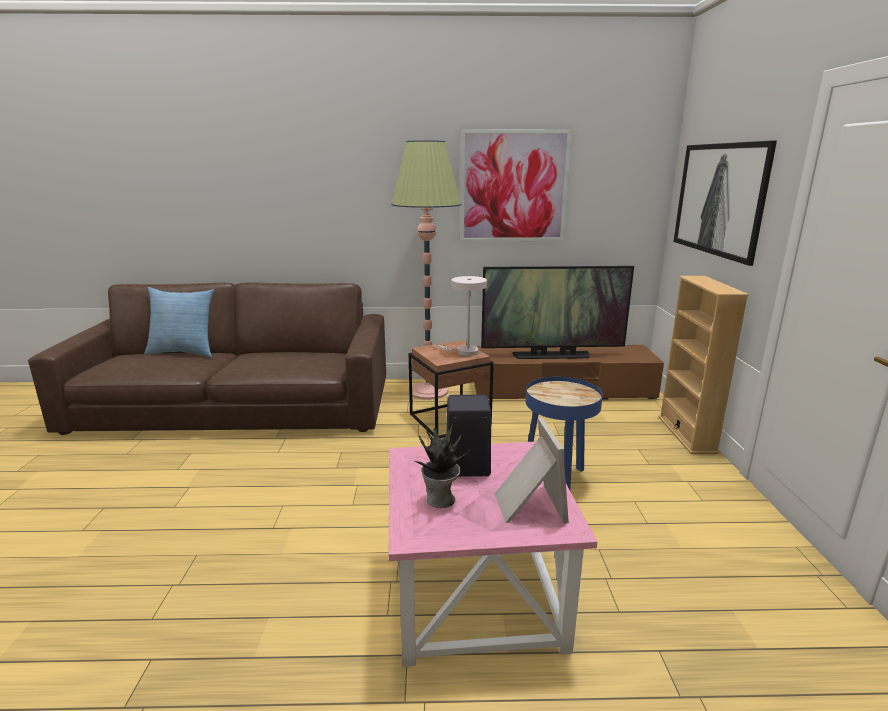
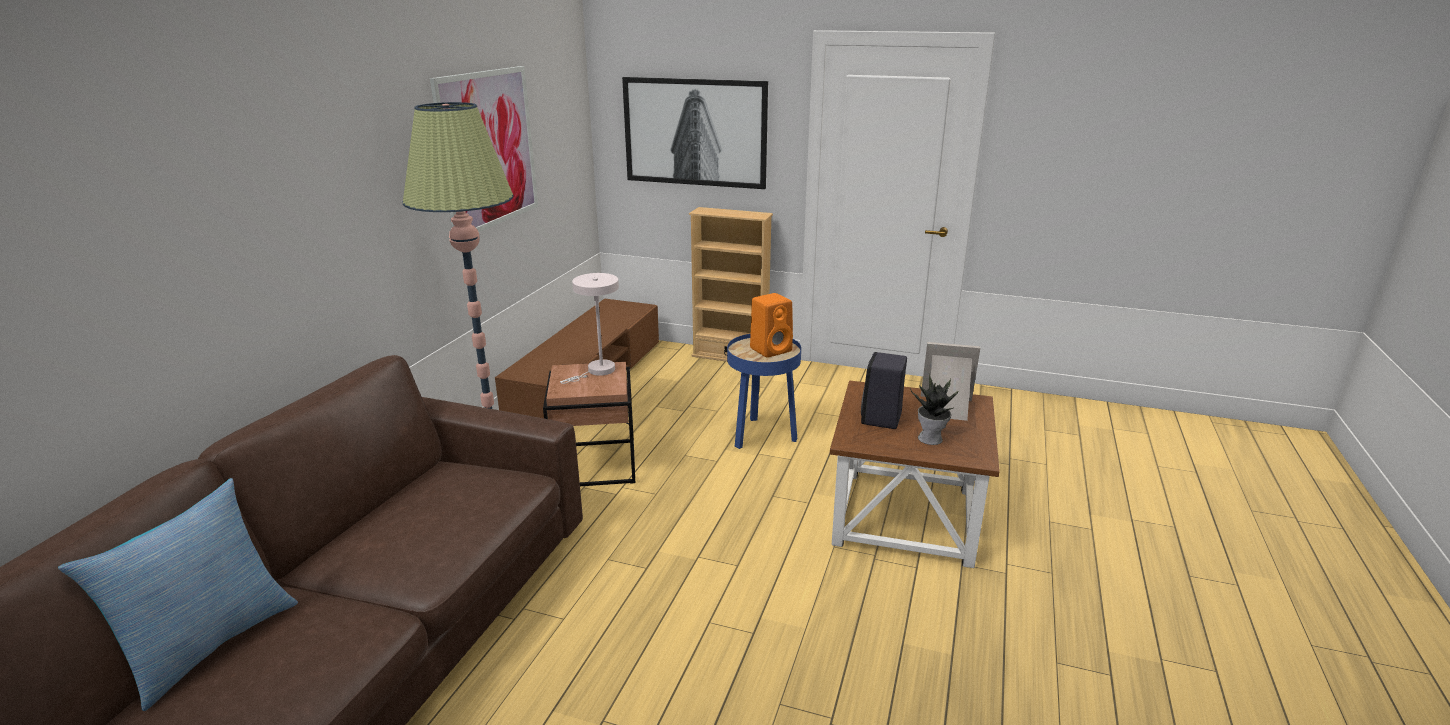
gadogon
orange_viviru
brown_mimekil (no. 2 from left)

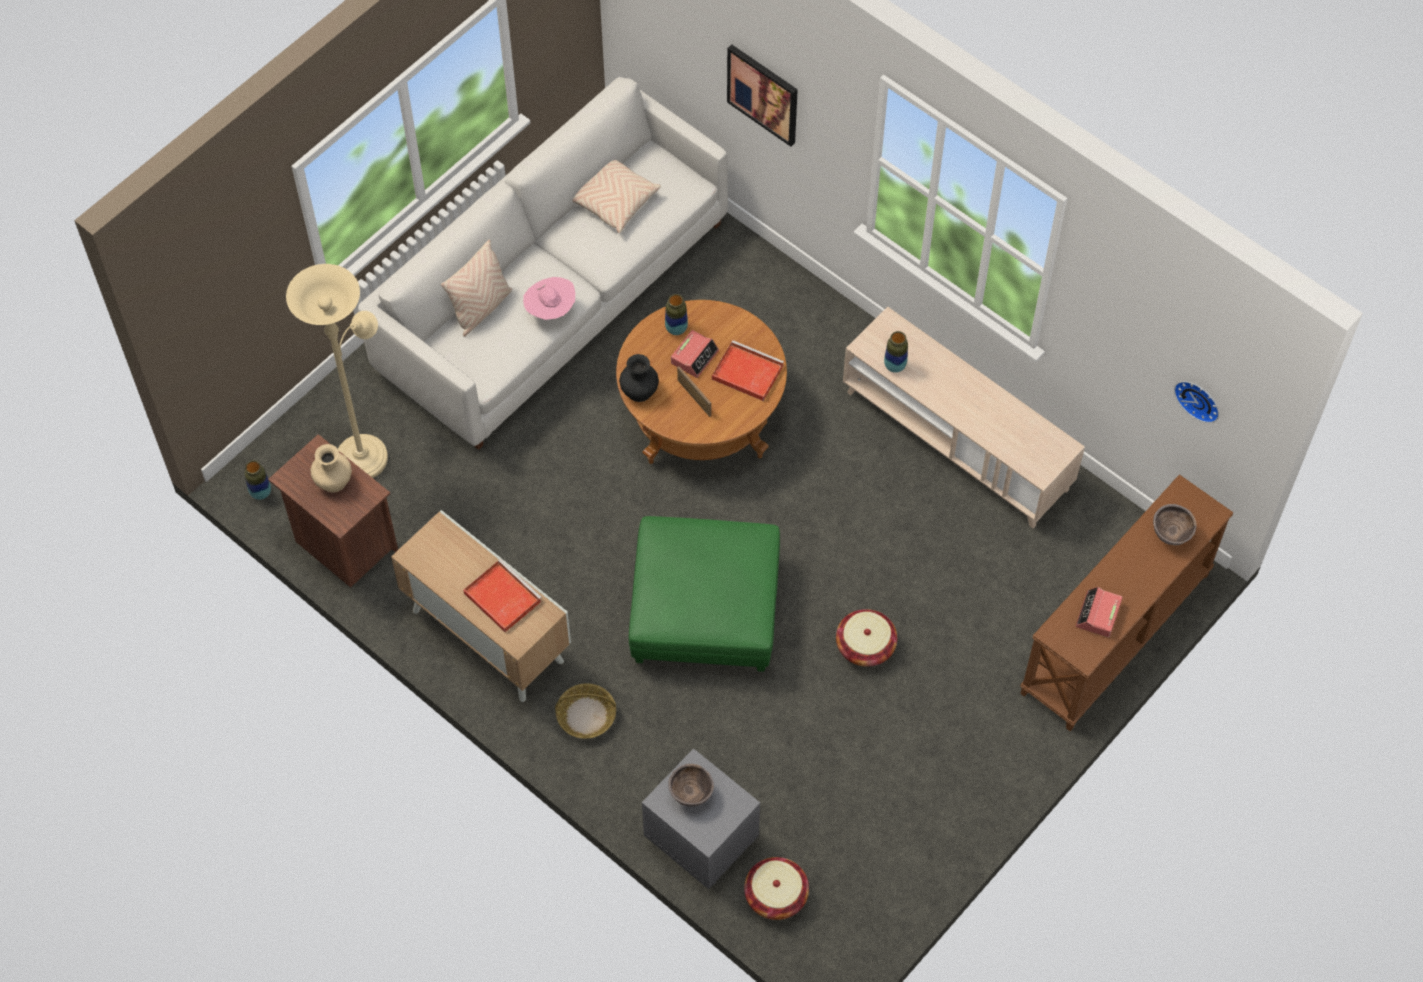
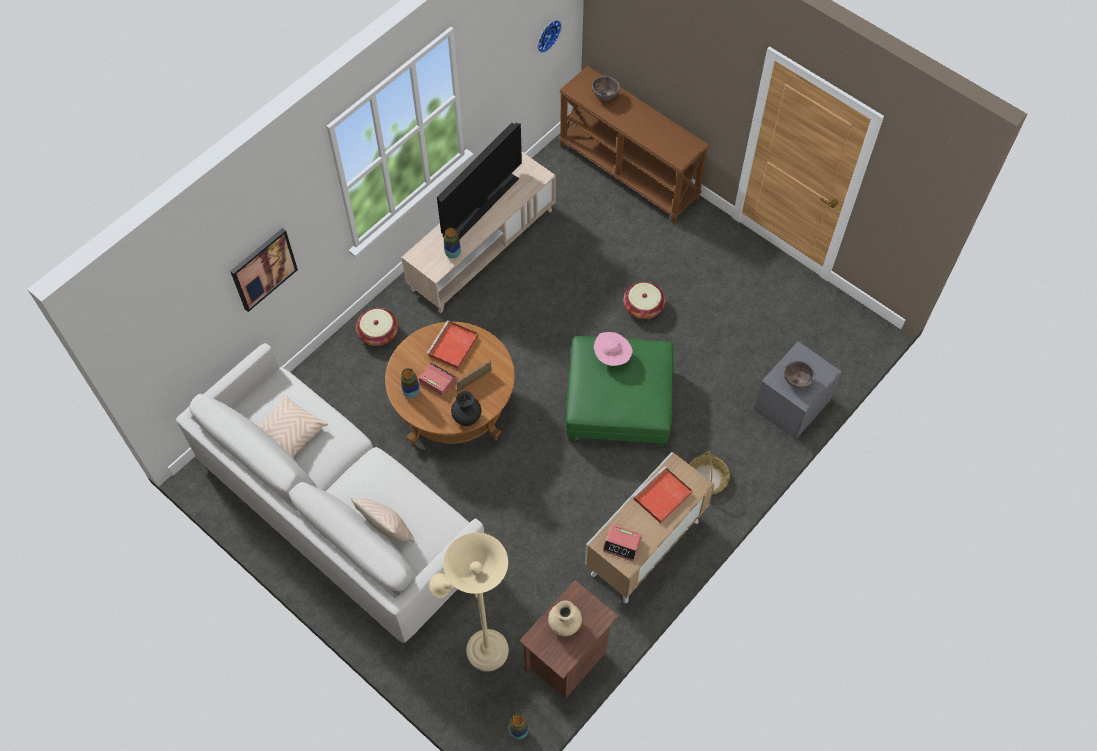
gadogon
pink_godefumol
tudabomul (no. 1 from left)
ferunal (no. 2 from left)

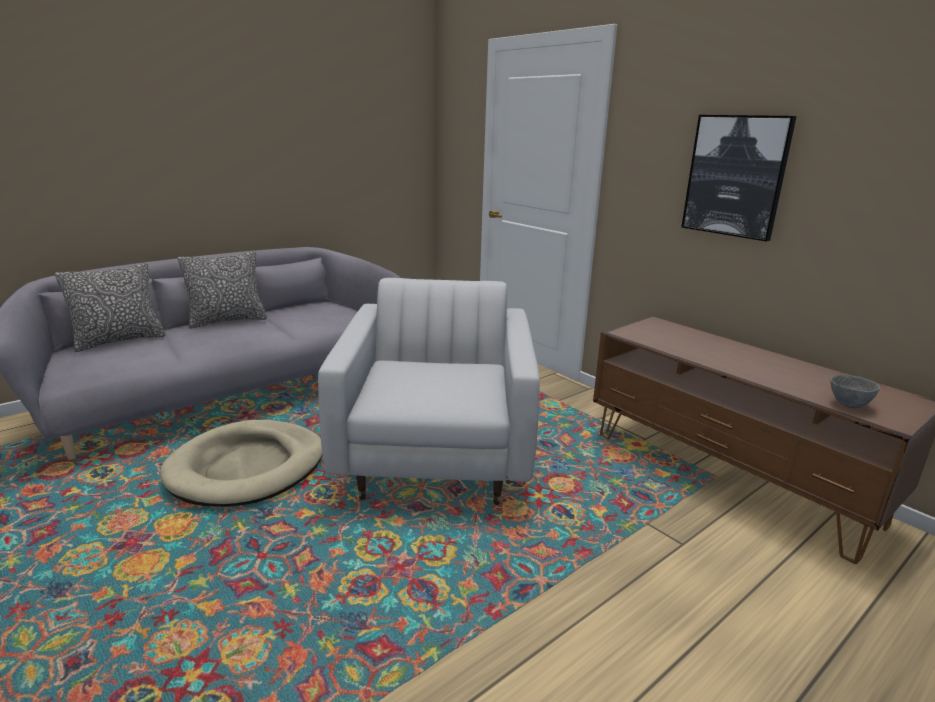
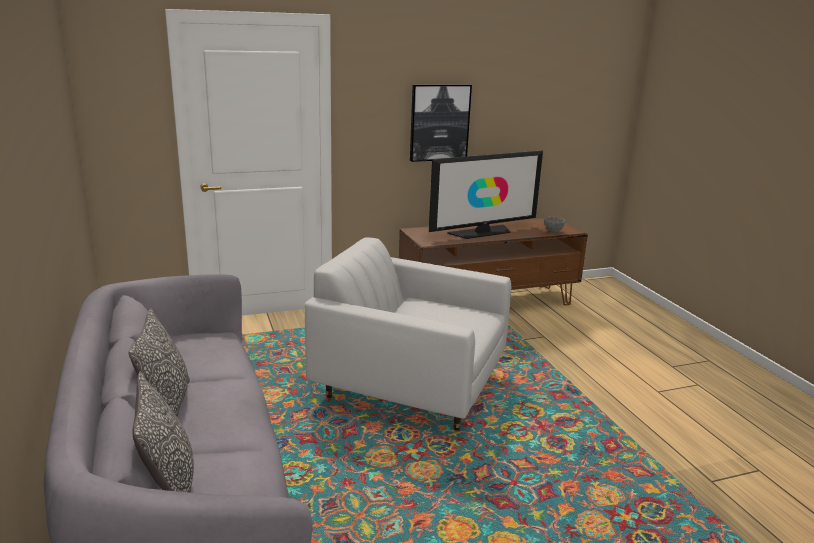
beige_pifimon
gadogon

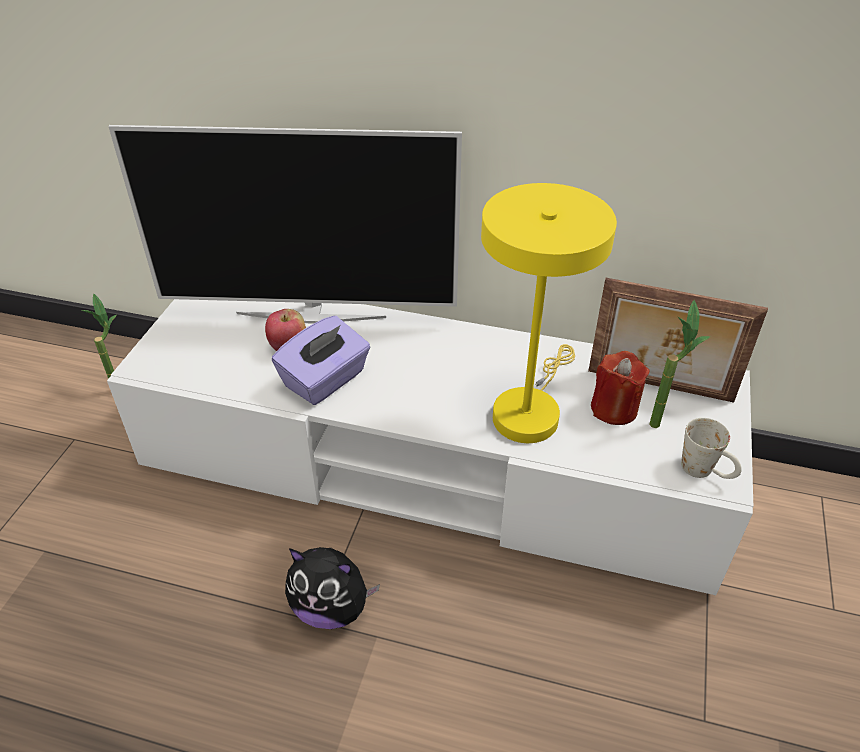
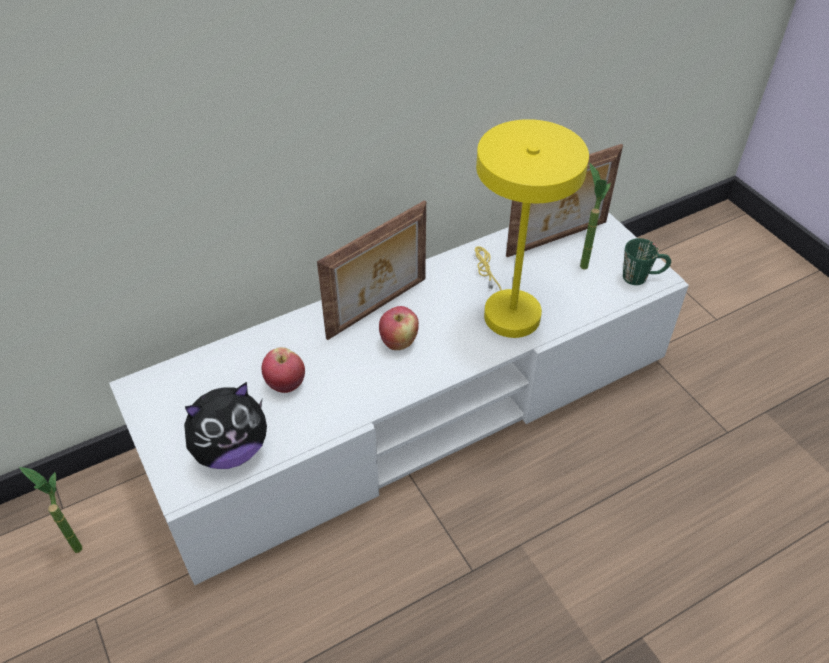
gadogon
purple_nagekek
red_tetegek
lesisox (no. 1 from left)
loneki (no. 2 from left)
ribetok
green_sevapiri

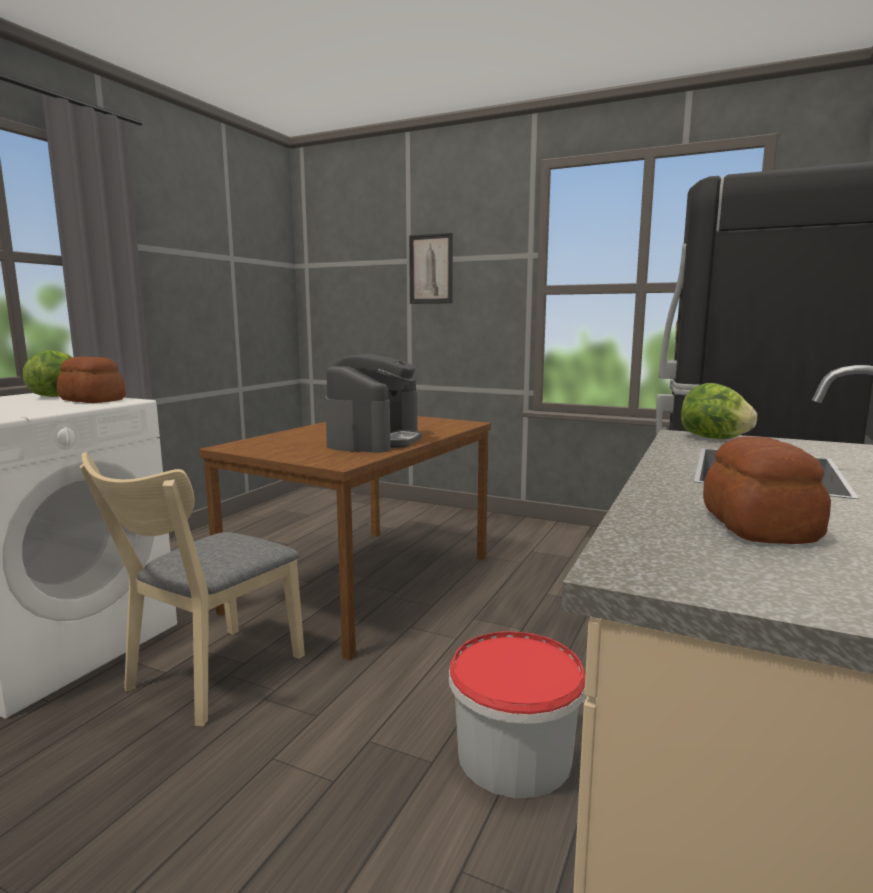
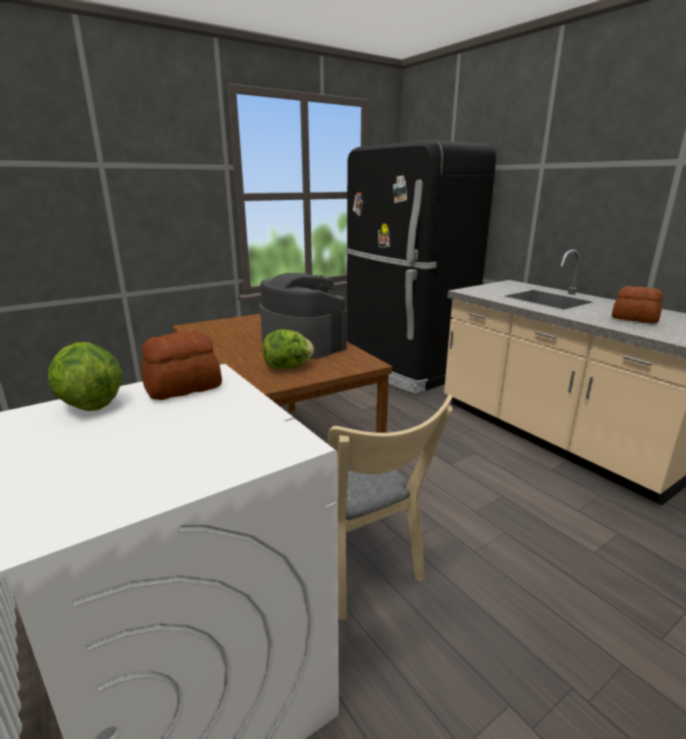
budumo
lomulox
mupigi (no. 2 from left)

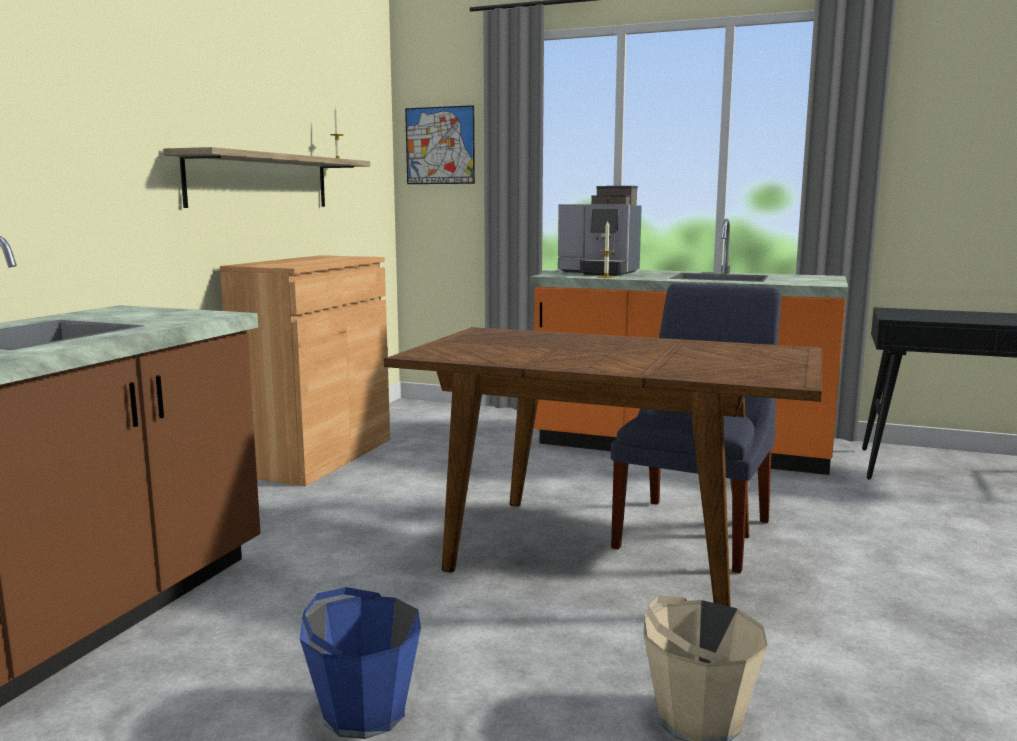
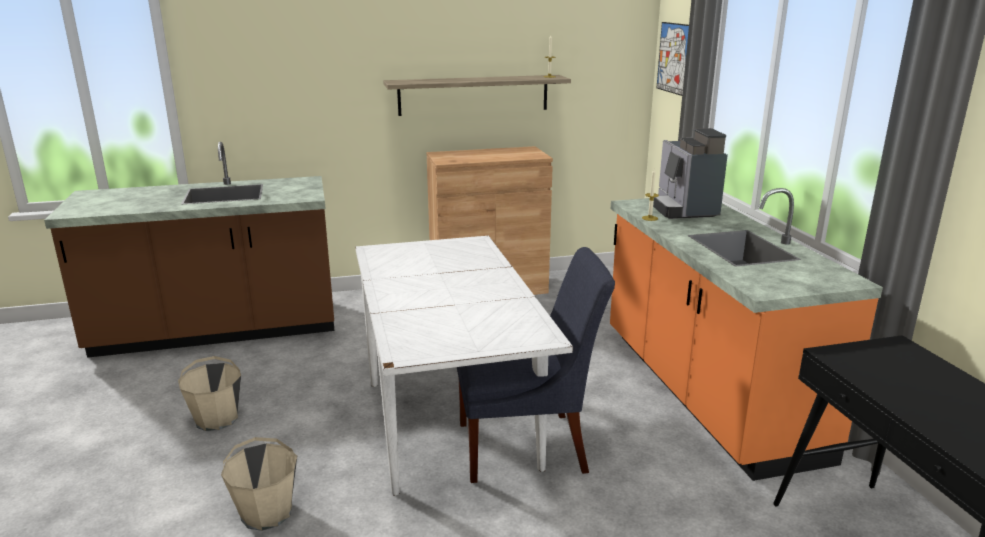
beige_lomulox (no. 1 from left)
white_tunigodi

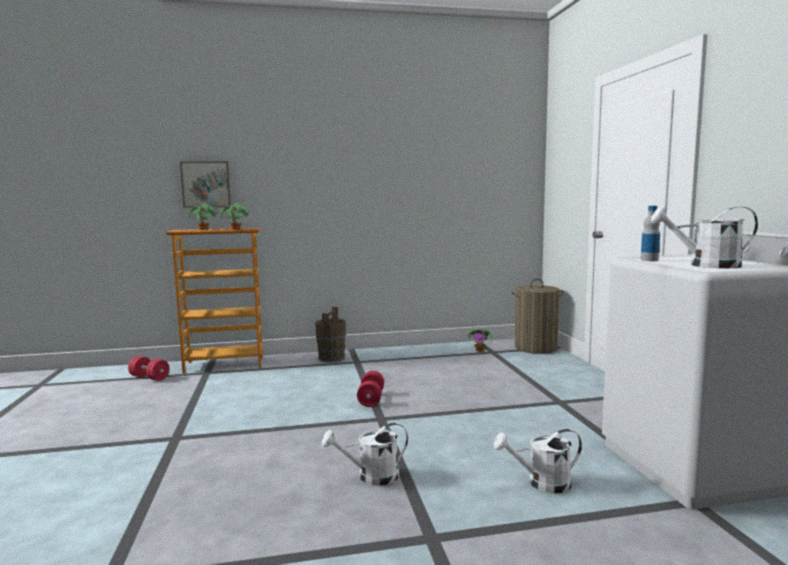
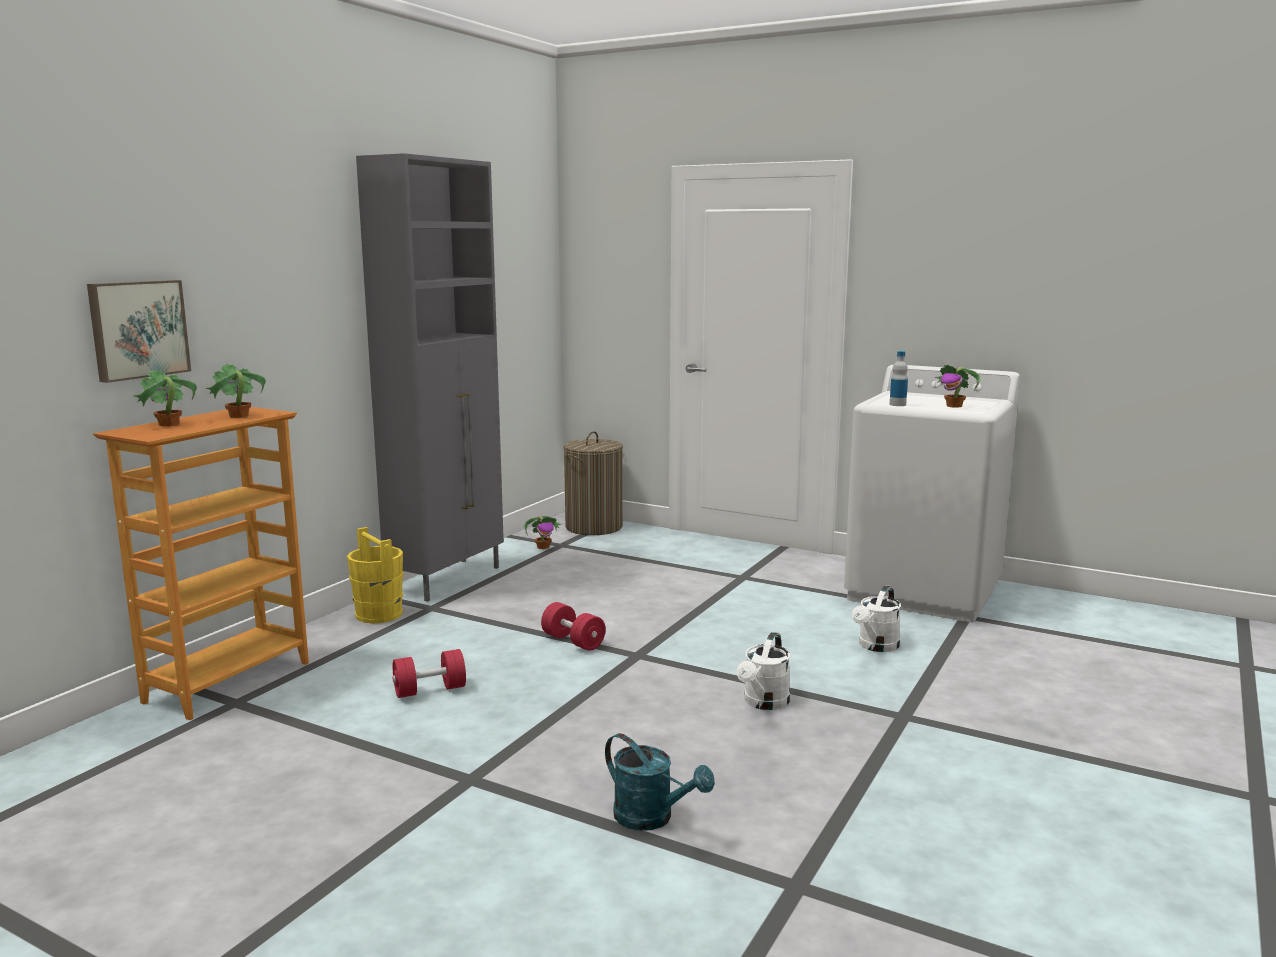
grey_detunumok
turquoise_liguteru
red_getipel (no. 1 from left)
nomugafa (no. 4 from left)
yellow_lomulox

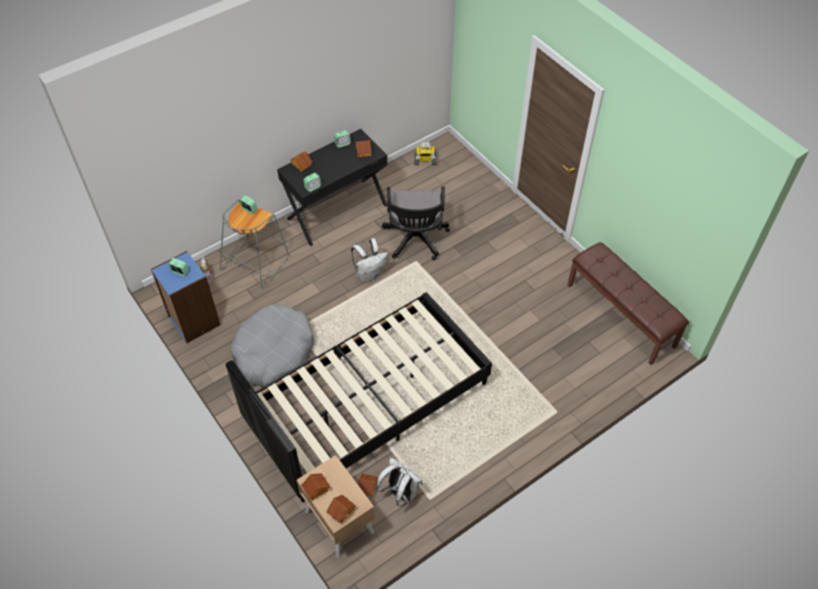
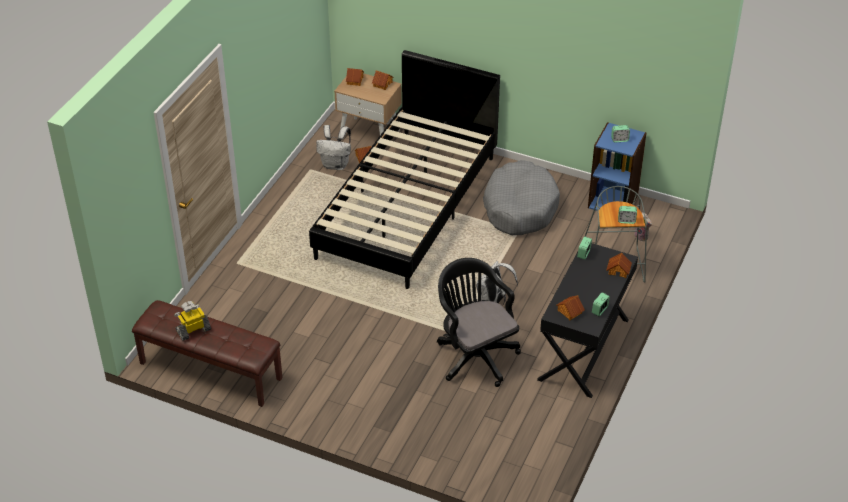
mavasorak

